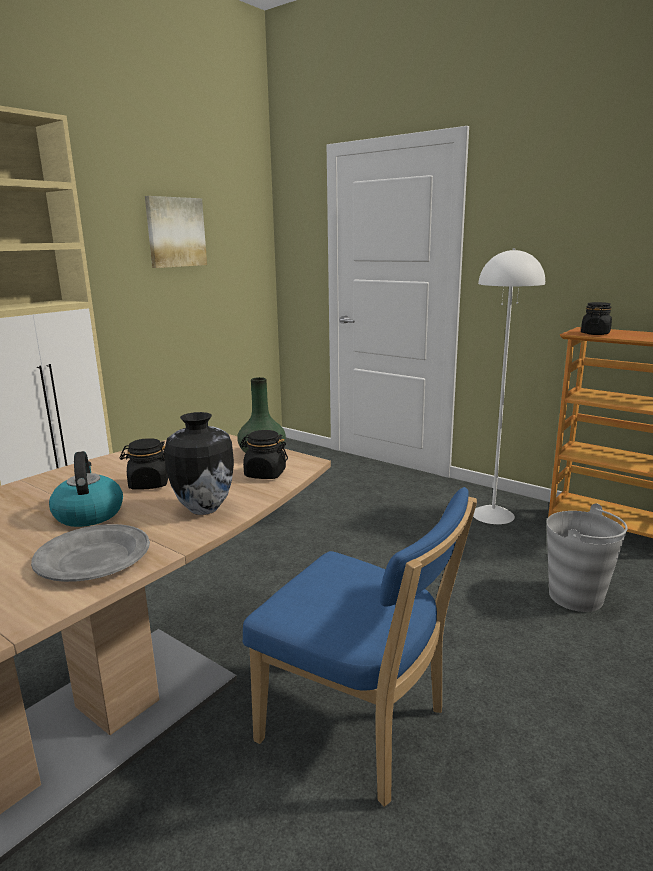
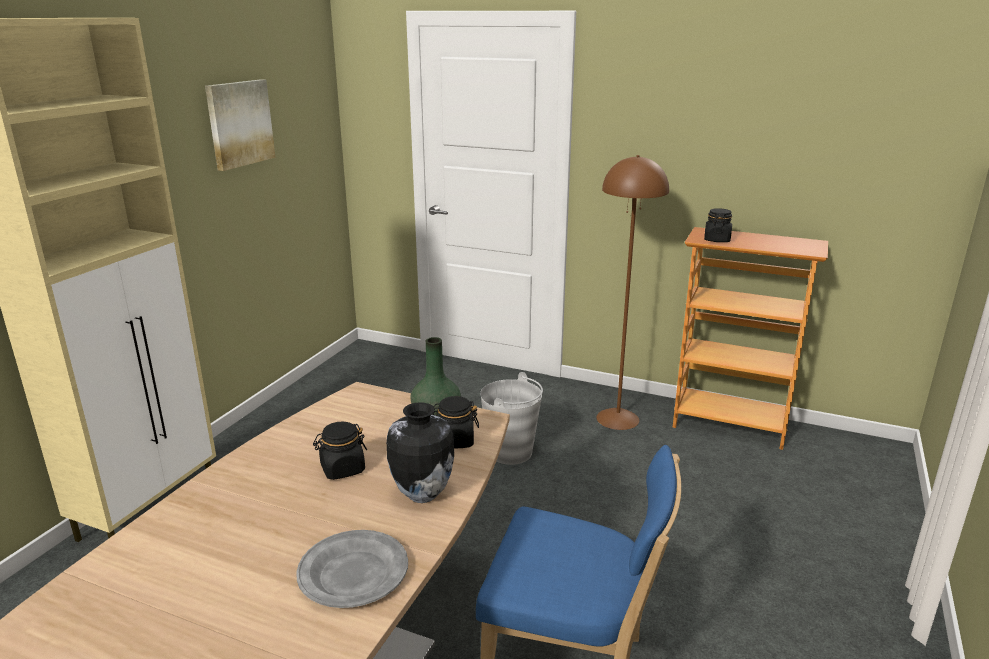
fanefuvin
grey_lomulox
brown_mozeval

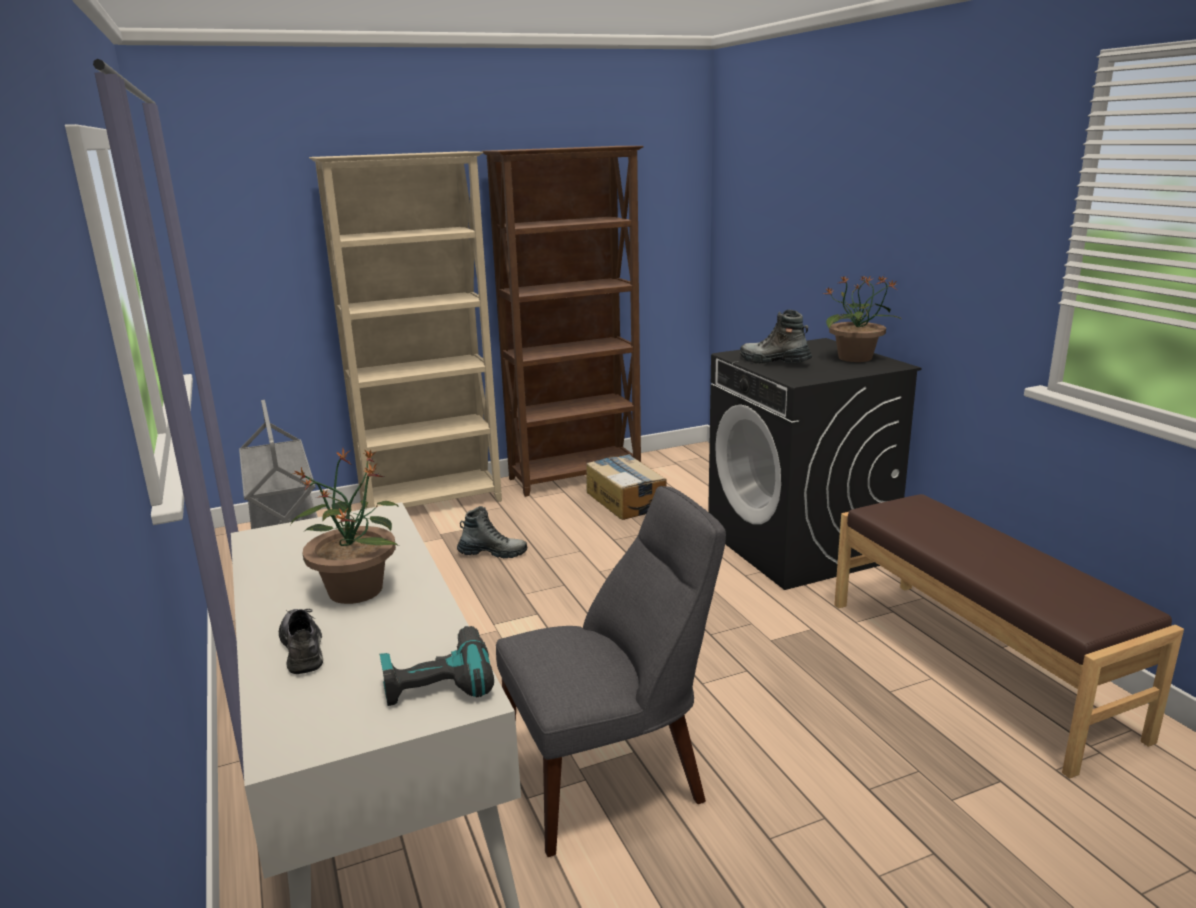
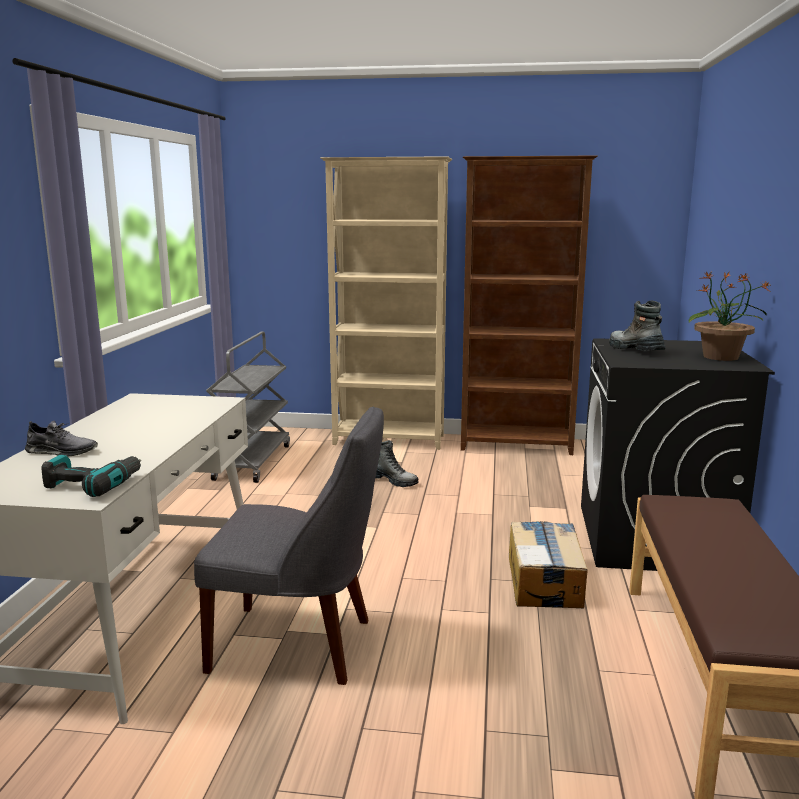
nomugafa (no. 1 from left in the first image)
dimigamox
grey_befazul

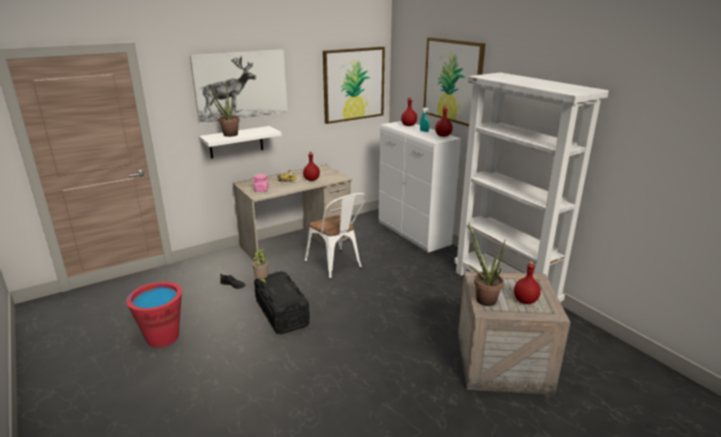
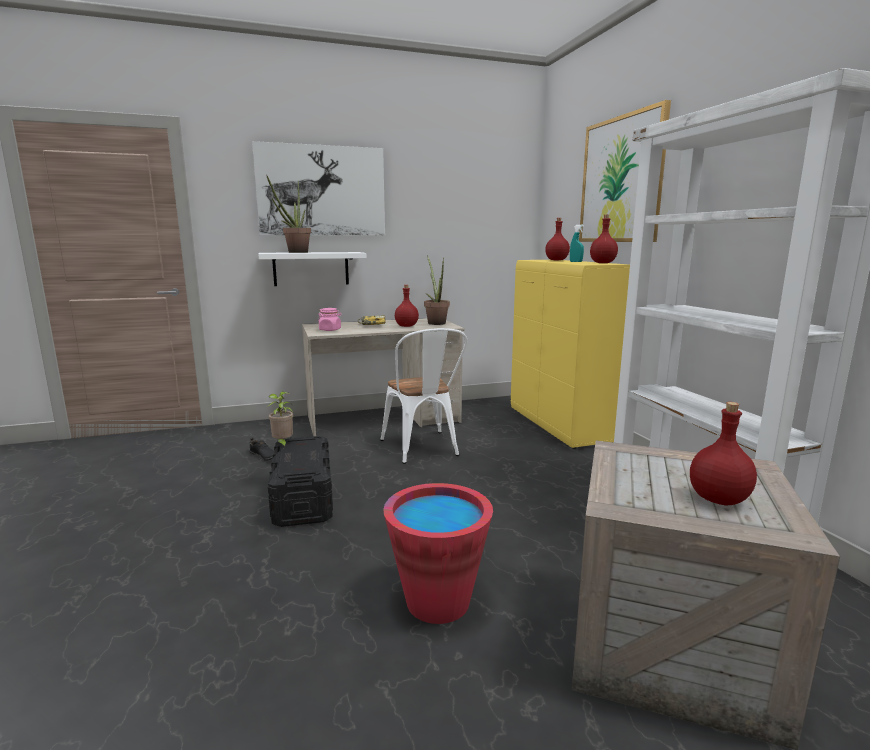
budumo (no. 2 from left in the first image)
red_lomulox
nomugafa (no. 3 from left)
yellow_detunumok

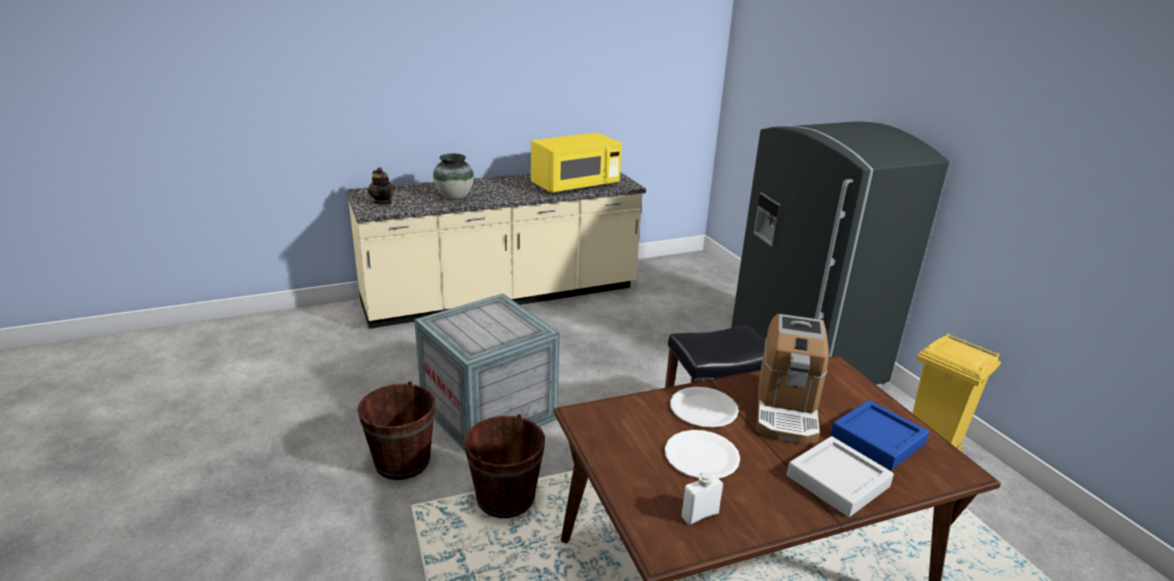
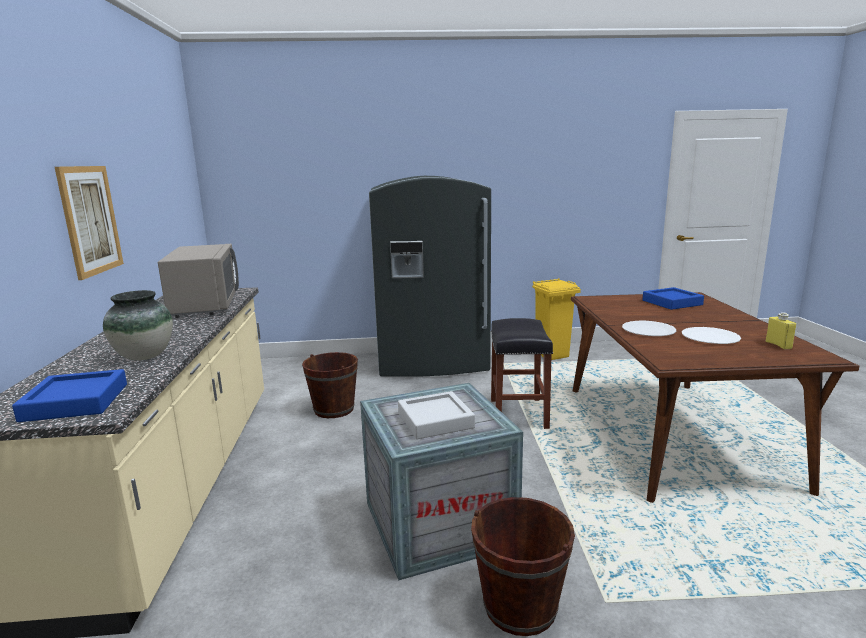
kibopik
budumo
brown_lomulox (no. 1 from left)
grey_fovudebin
blue_fovudebin (no. 1 from left)
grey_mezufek
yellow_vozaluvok

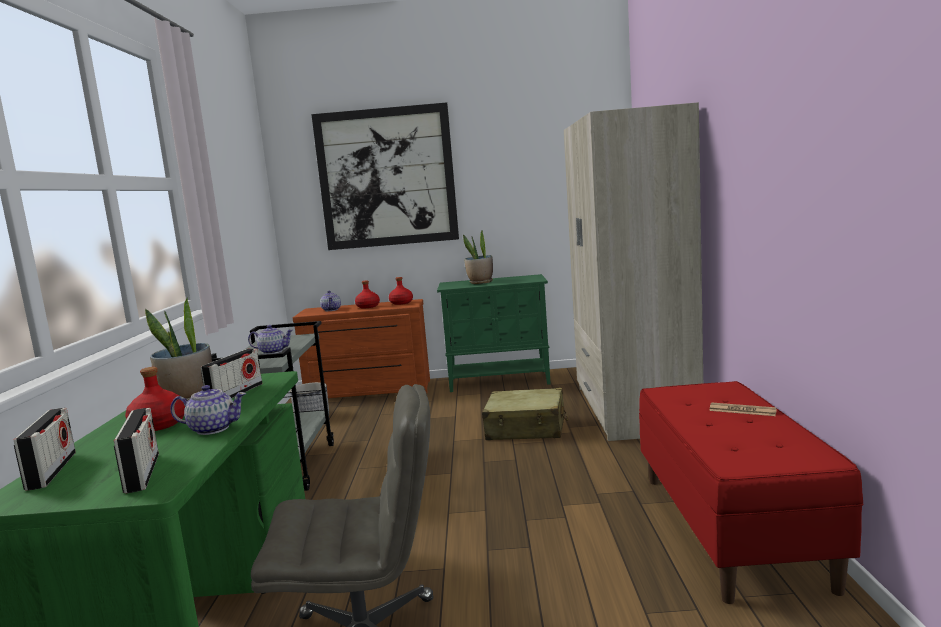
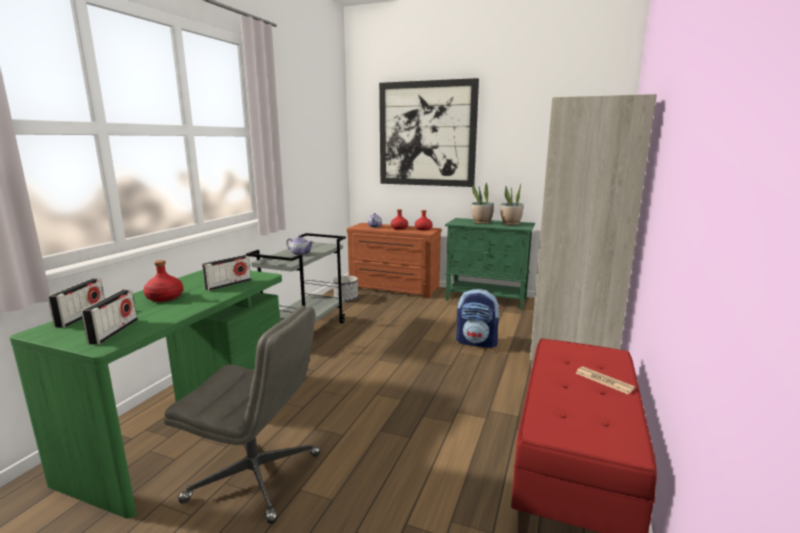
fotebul (no. 1 from left in the first image)
nomugafa (no. 2 from left)
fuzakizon

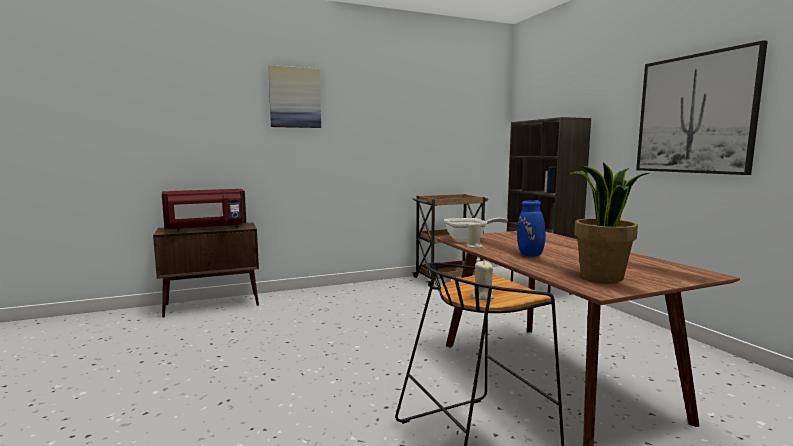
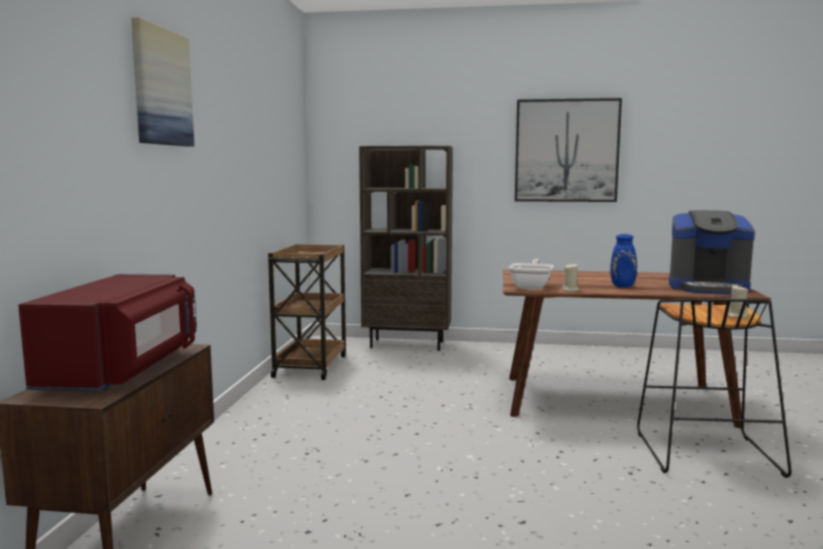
kibopik

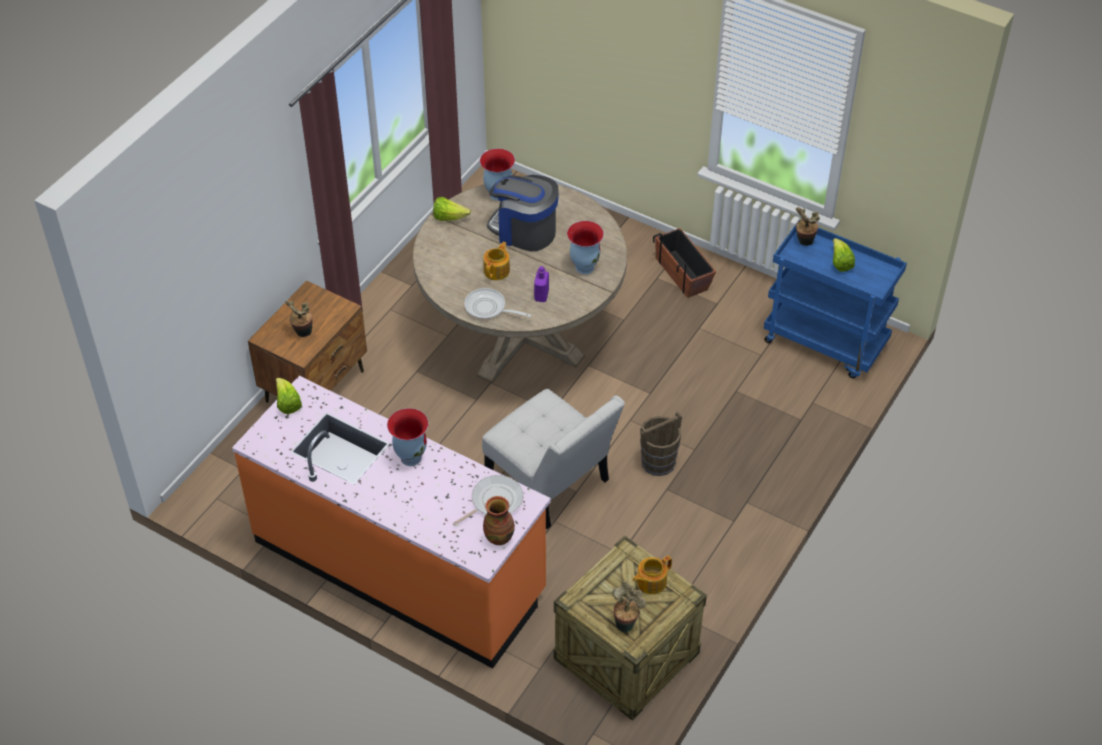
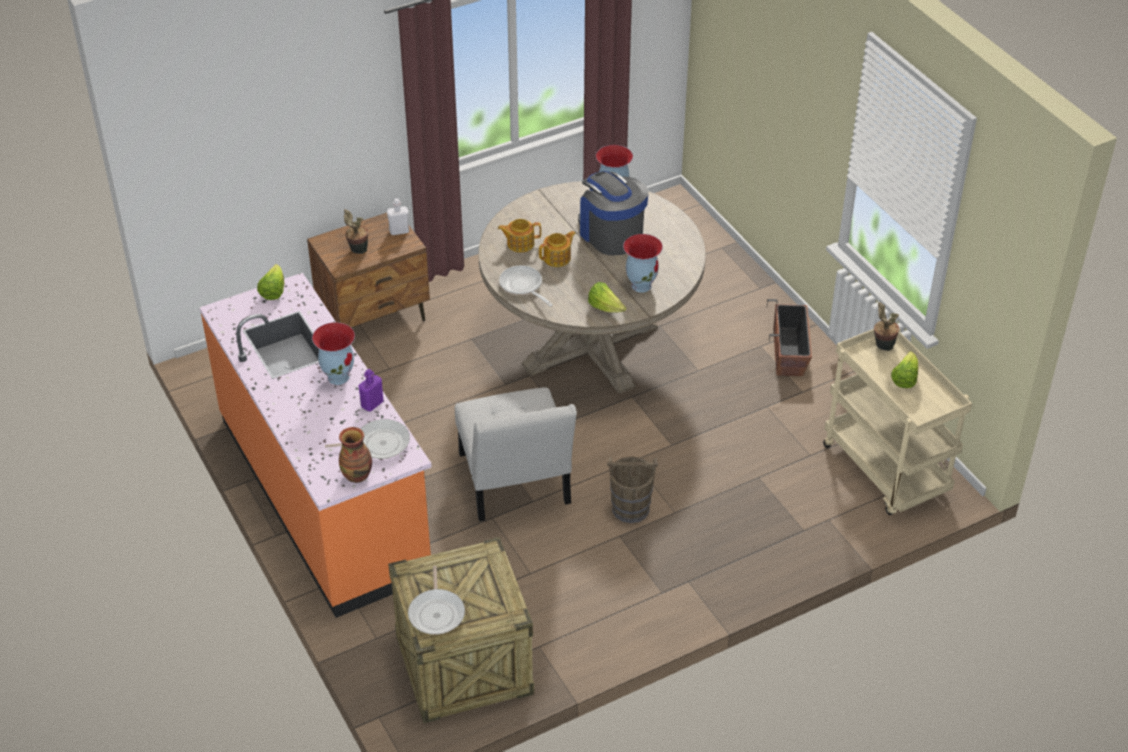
white_vozaluvok
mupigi (no. 2 from left)
purple_vozaluvok
fotebul (no. 1 from left)
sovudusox (no. 2 from left)
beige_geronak

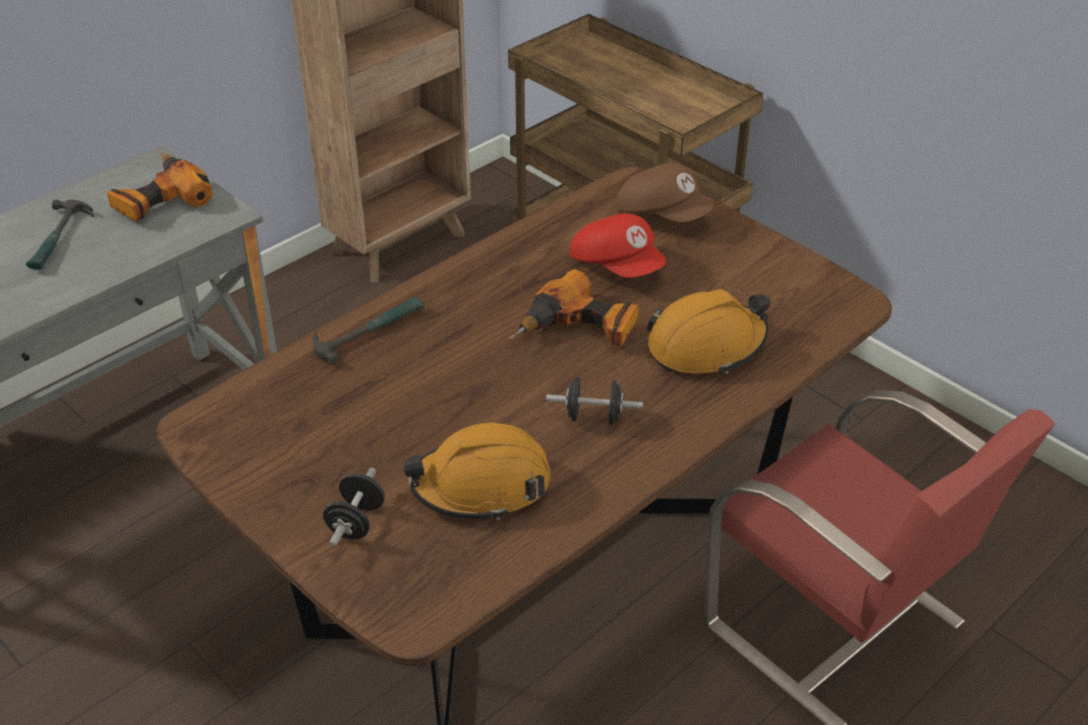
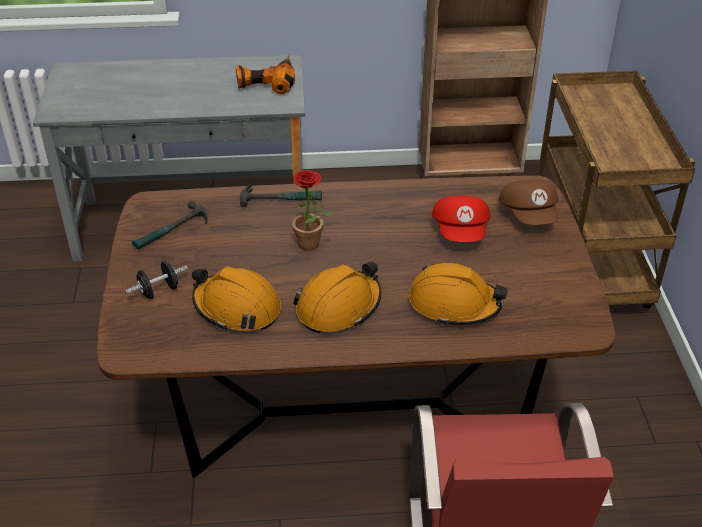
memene (no. 2 from left in the first image)
nomugafa
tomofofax (no. 1 from left)
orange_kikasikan (no. 2 from left)

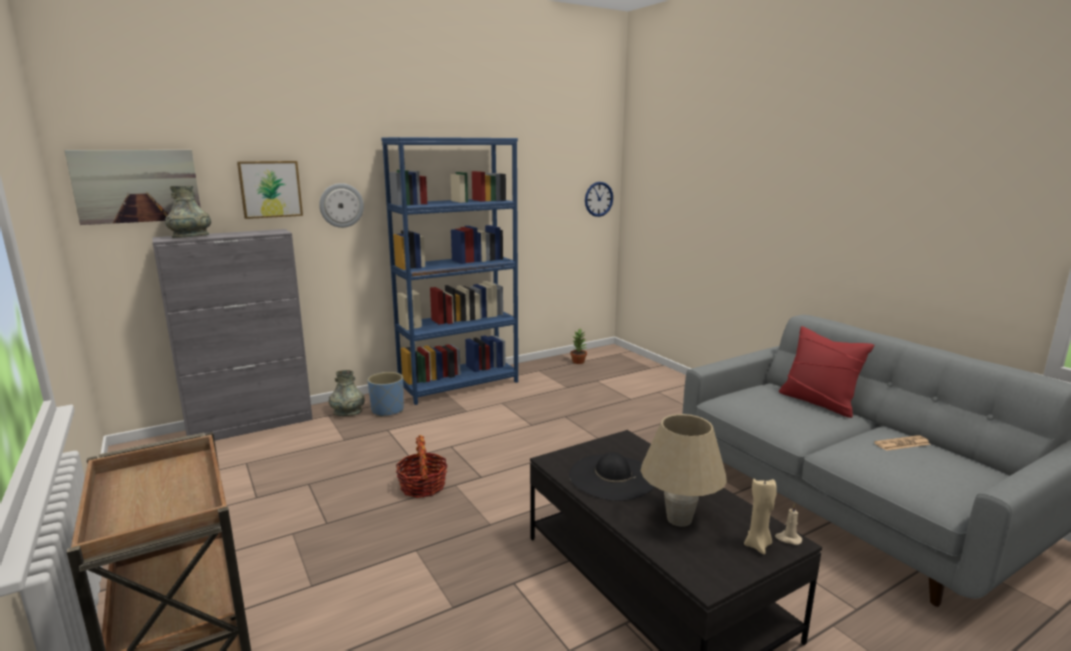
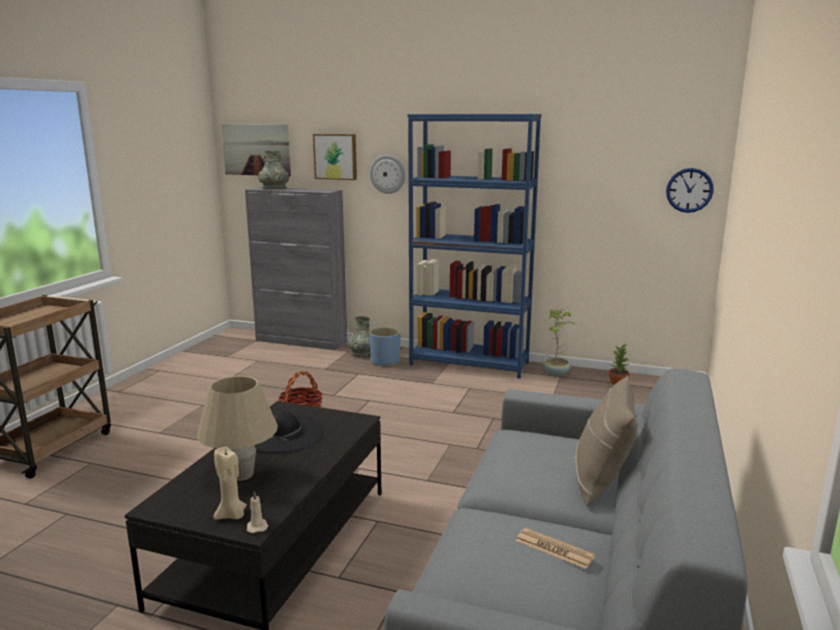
nomugafa (no. 1 from left)
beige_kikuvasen

